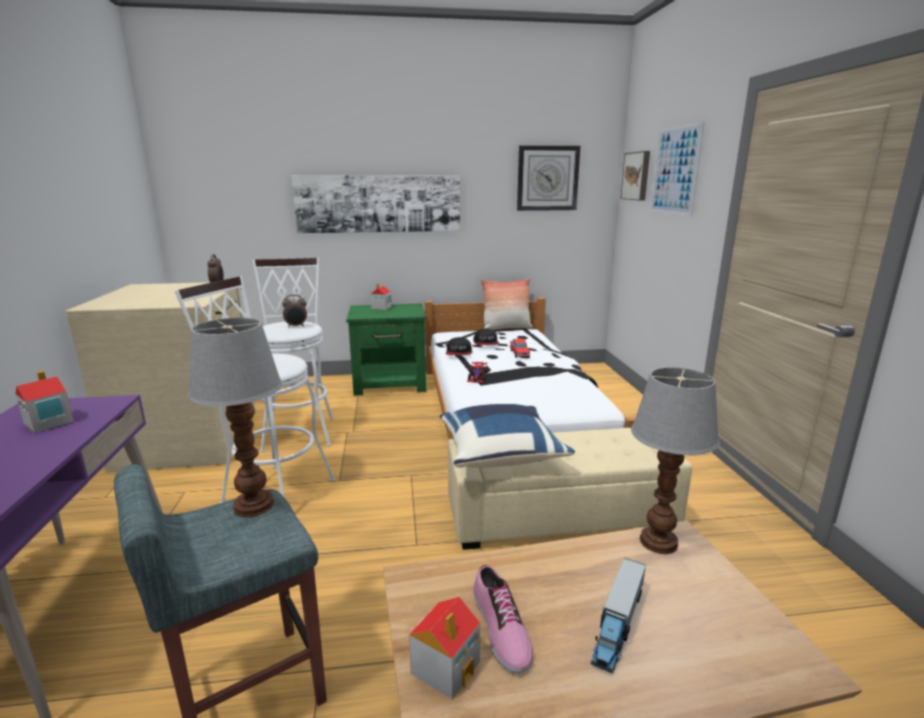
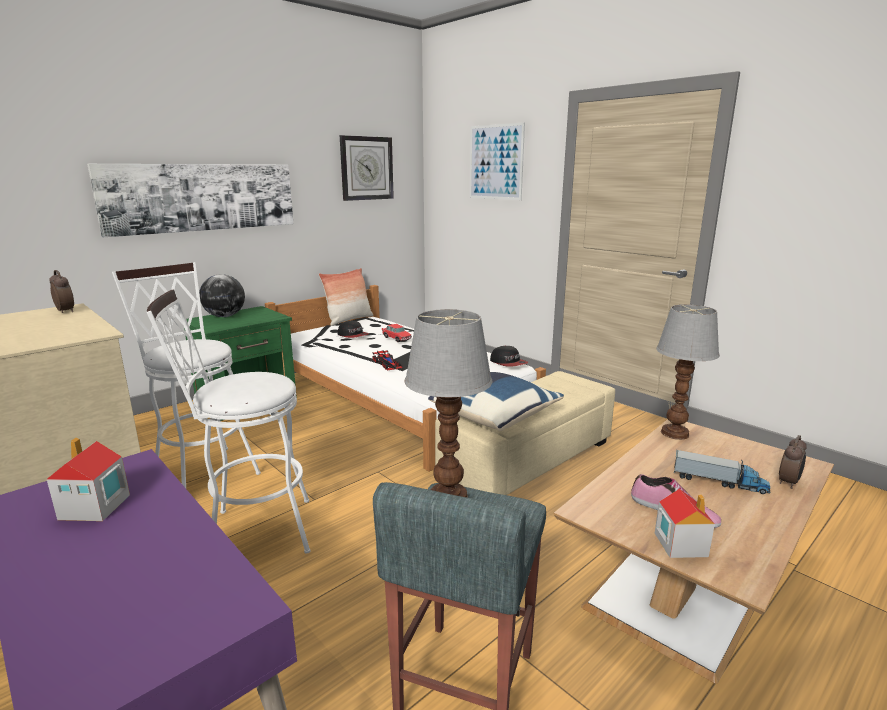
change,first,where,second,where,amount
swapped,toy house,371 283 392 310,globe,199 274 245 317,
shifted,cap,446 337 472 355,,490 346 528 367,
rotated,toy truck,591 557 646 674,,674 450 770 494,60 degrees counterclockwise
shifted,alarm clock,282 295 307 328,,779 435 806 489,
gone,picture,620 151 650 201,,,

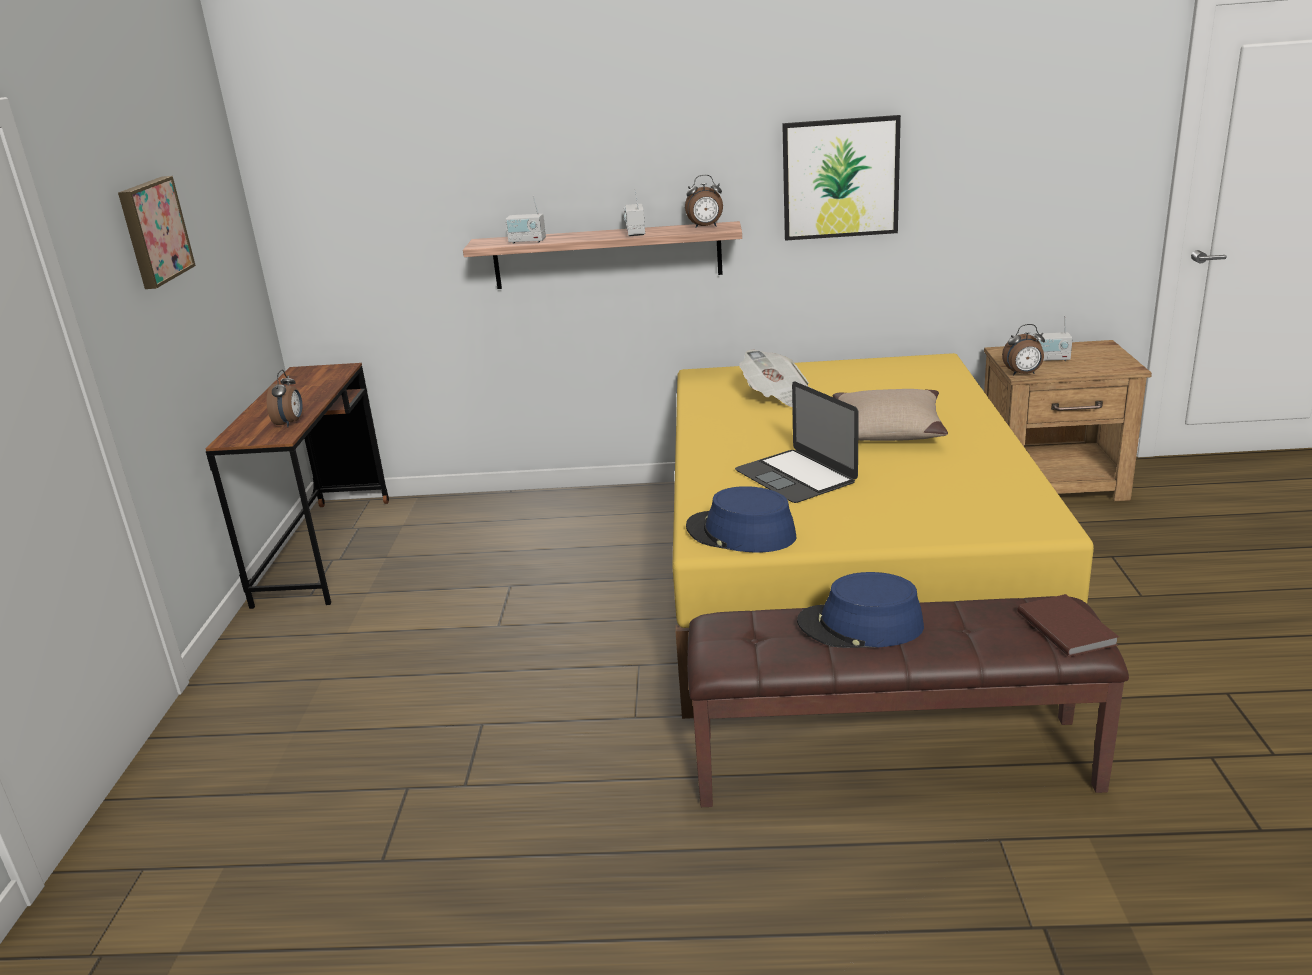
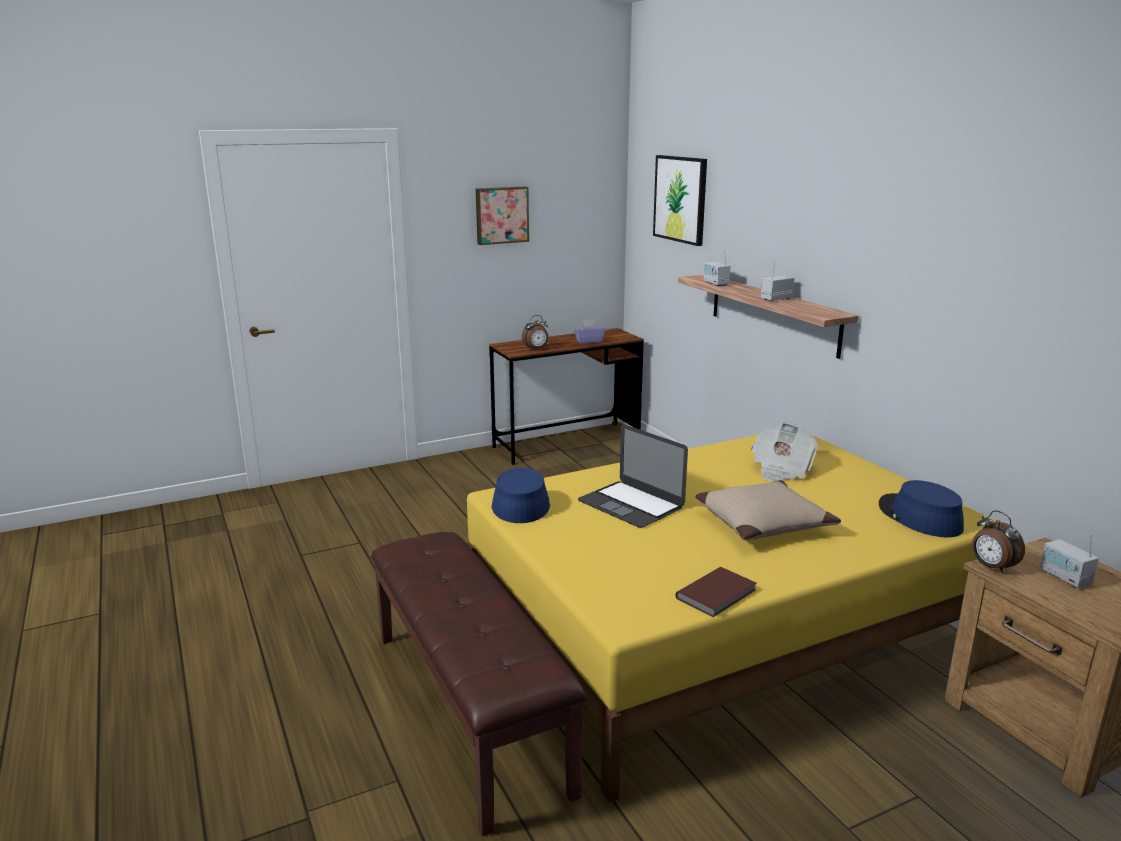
change,first,where,second,where,amount
new,,,purple tissue box,574 319 605 344,
rotated,laptop,735 382 859 503,,578 424 688 528,75 degrees counterclockwise
shifted,picture,782 115 901 241,,653 155 707 246,
shifted,brown book,1018 594 1119 657,,676 567 756 617,
shifted,blue hat,797 572 924 648,,879 480 964 537,
gone,alarm clock,685 175 723 228,,,

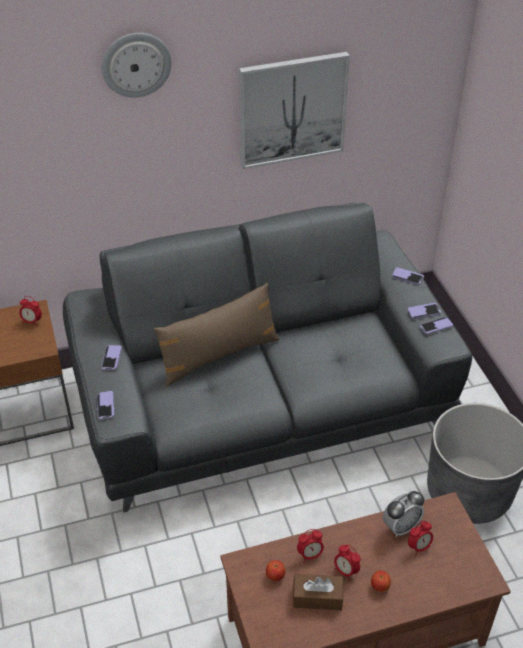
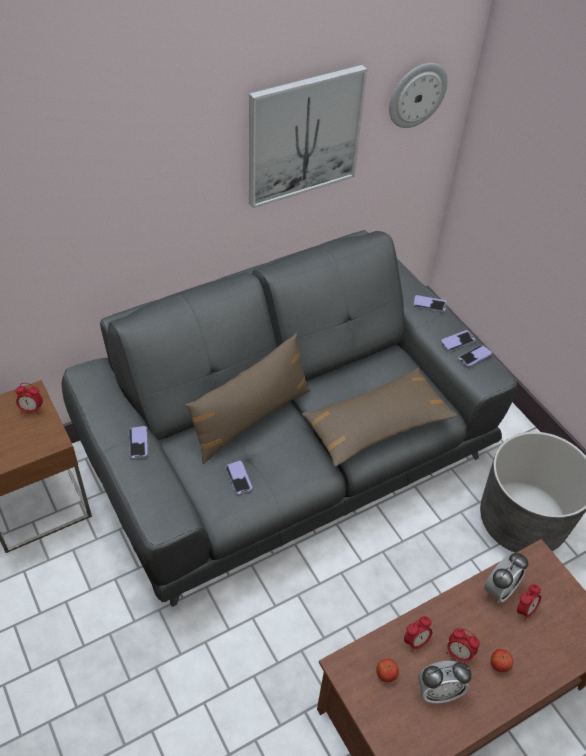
change,first,where,second,where,amount
shifted,phone,97 391 115 420,,225 461 252 495,
new,,,brown pillow,302 368 458 467,
shifted,wall clock,101 33 172 98,,389 63 448 128,
swapped,brown tissue box,293 574 343 610,alarm clock,418 661 472 703,

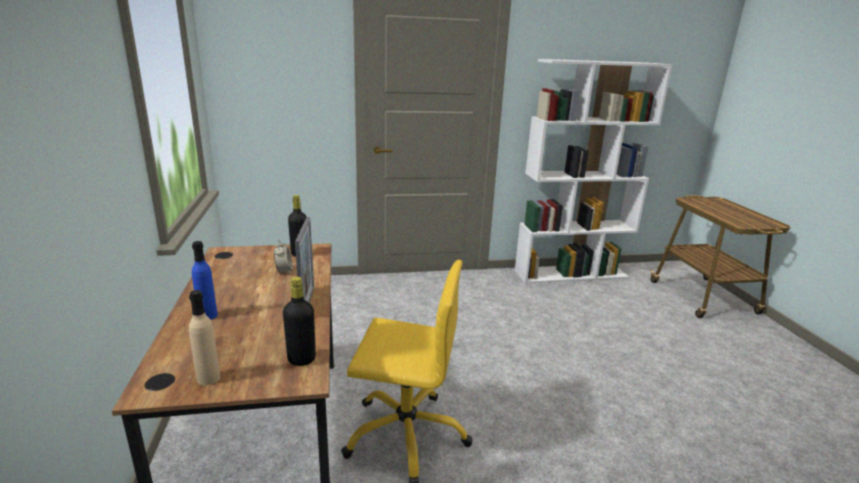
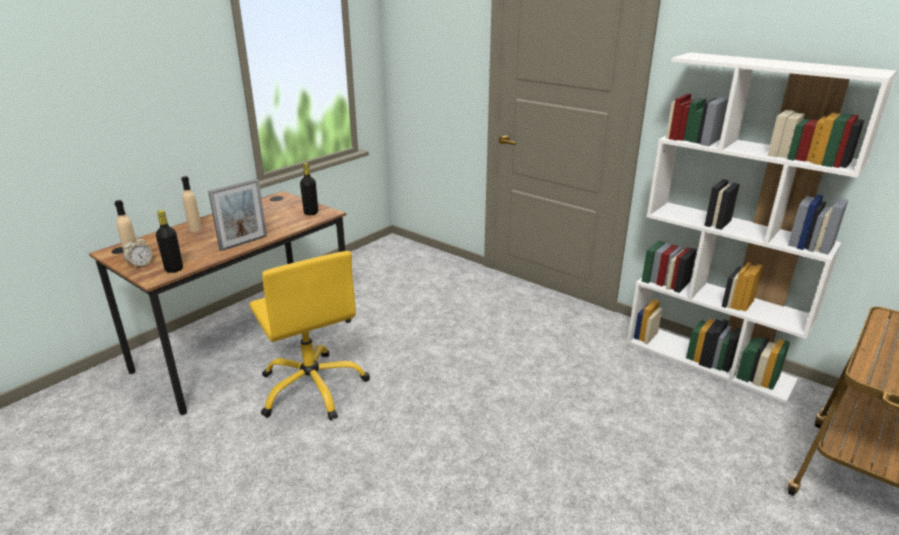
change,first,where,second,where,amount
shifted,alarm clock,274 240 293 275,,123 235 152 268,
repainted,blue bottle,192 241 218 320,beige bottle,181 176 202 232,

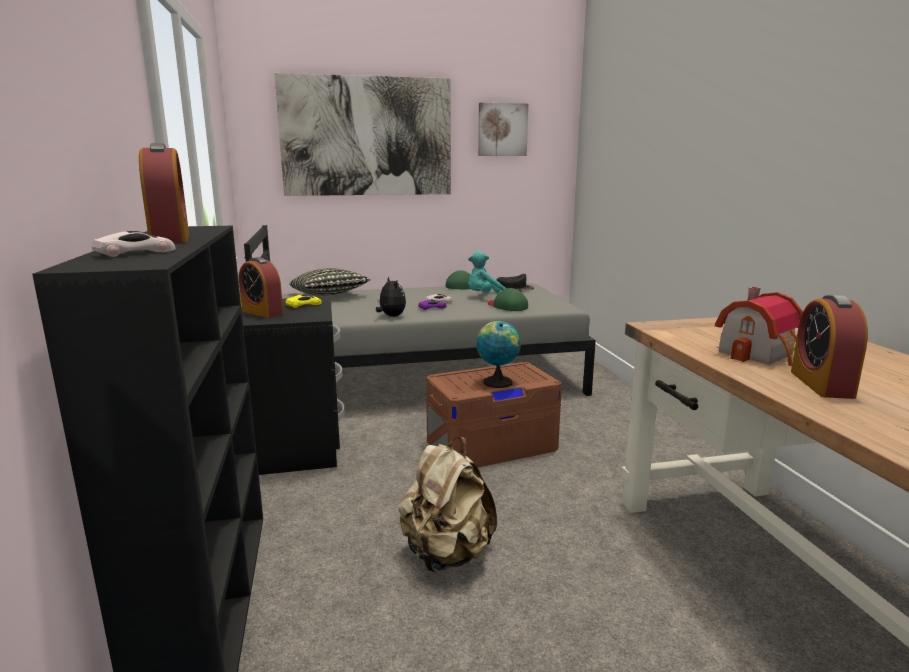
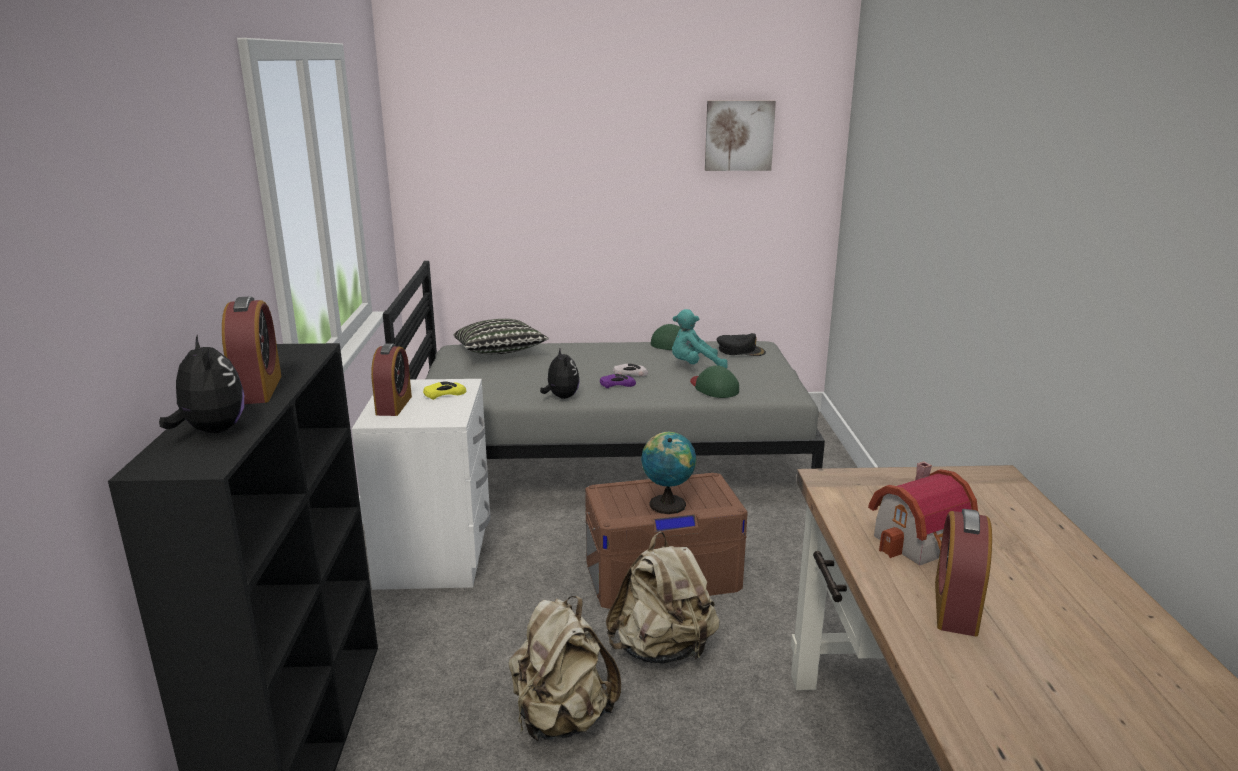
change,first,where,second,where,amount
swapped,white toy car,92 231 176 257,plush toy,159 334 244 433,
repainted,black nightstand,241 297 345 475,white nightstand,352 379 491 590,
rotated,alarm clock,239 257 283 318,,371 344 412 416,135 degrees counterclockwise
new,,,beige backpack,606 532 720 664,
gone,picture,274 73 451 196,,,

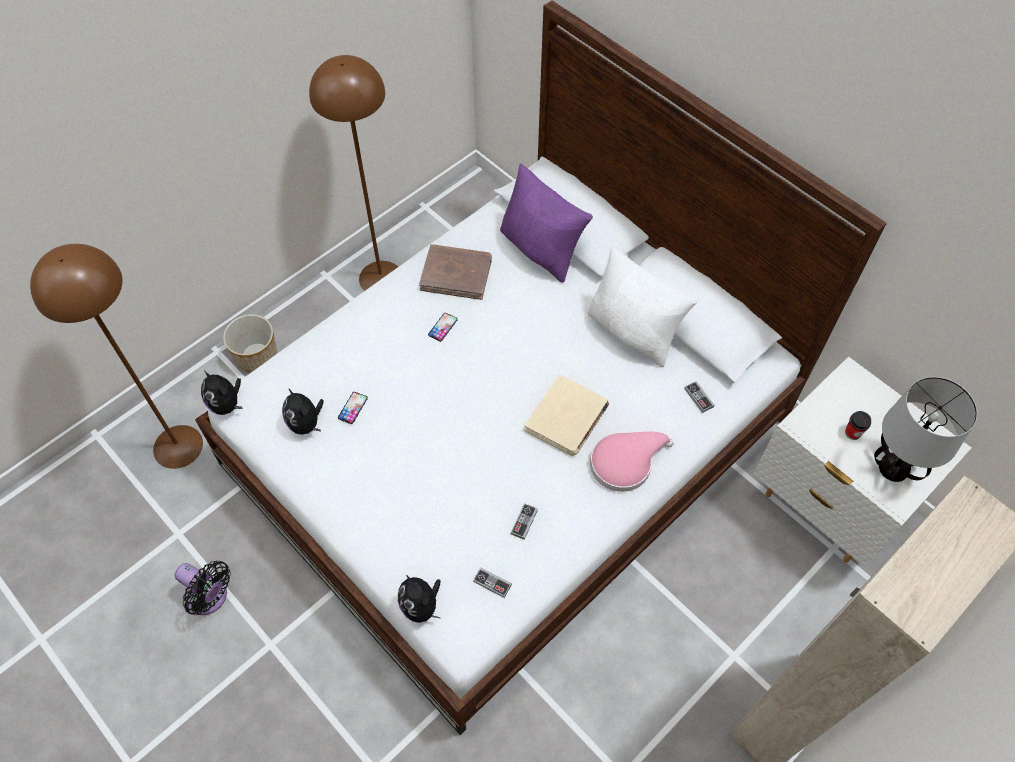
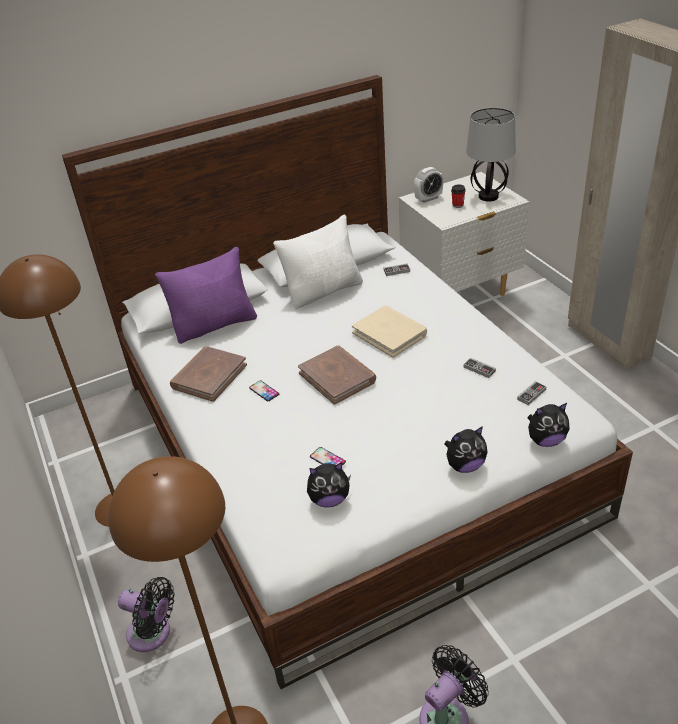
change,first,where,second,where,amount
swapped,planter,223 314 277 372,black fan,118 577 174 652,
new,,,brown book,298 345 376 405,
new,,,alarm clock,414 167 443 203,
shifted,plush toy,201 371 243 415,,444 426 488 473,
gone,pink hat,590 432 674 492,,,

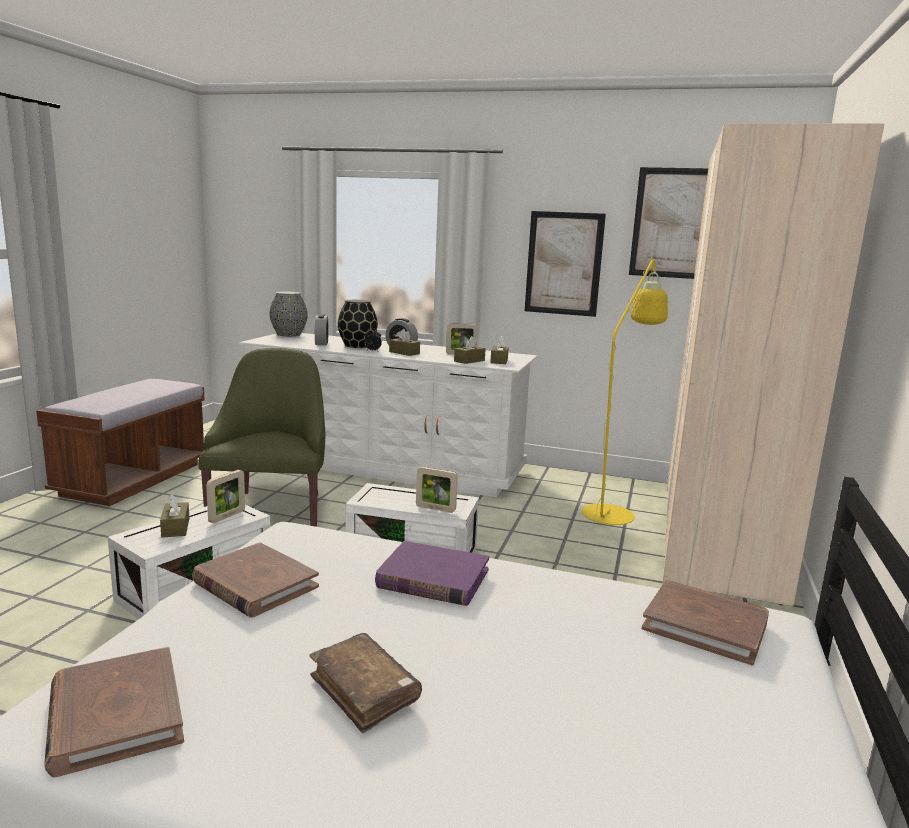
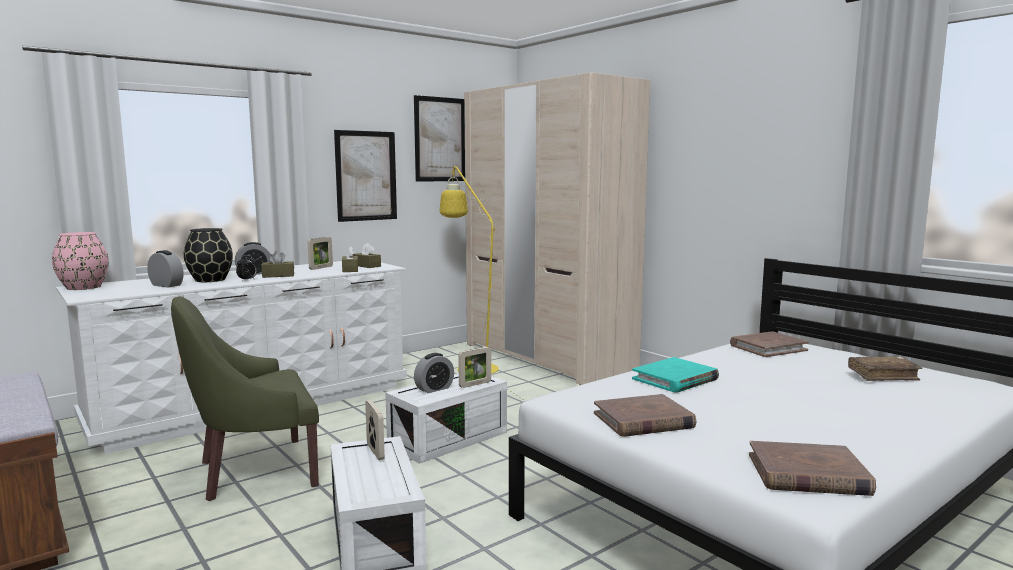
change,first,where,second,where,amount
repainted,grey vase,270 292 308 337,pink vase,52 232 109 290,
rotated,green armchair,199 348 326 527,,171 296 319 501,60 degrees counterclockwise
new,,,alarm clock,414 353 454 393,
repainted,purple book,375 541 489 606,turquoise book,632 357 719 393,
shifted,brown book,309 633 422 733,,848 356 923 381,
gone,brown tissue box,160 494 189 537,,,

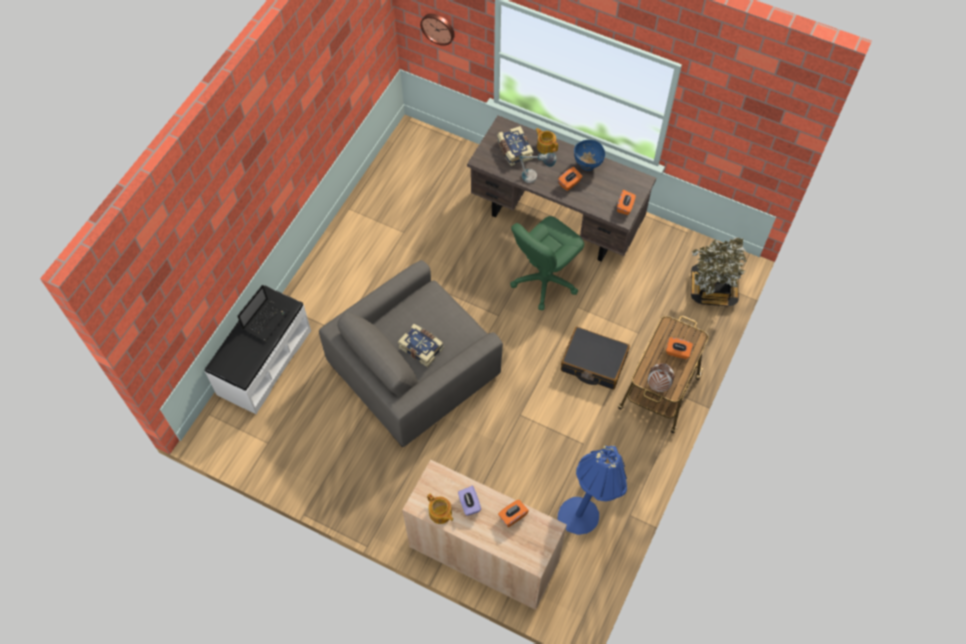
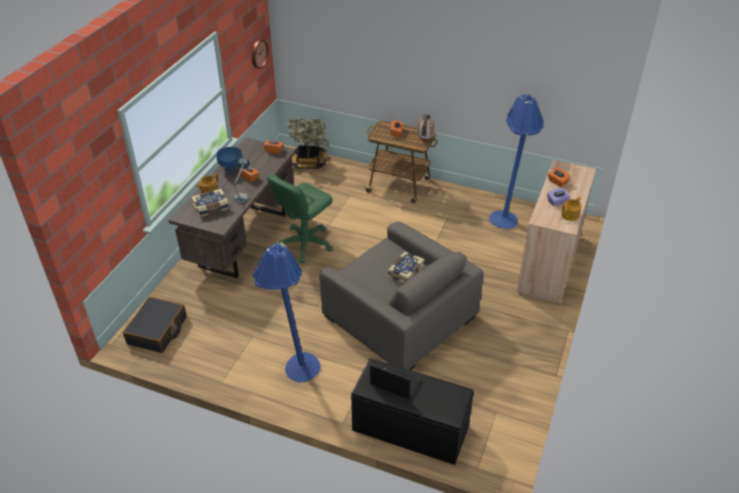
change,first,where,second,where,amount
shifted,black suitcase,561 326 630 390,,123 297 187 353,
shifted,wall clock,420 14 455 46,,252 39 268 69,
new,,,blue floor lamp,253 242 321 382,
rotated,green office chair,510 216 584 310,,267 174 333 263,90 degrees clockwise
repainted,white bench,205 285 311 414,black bench,351 358 474 465,

